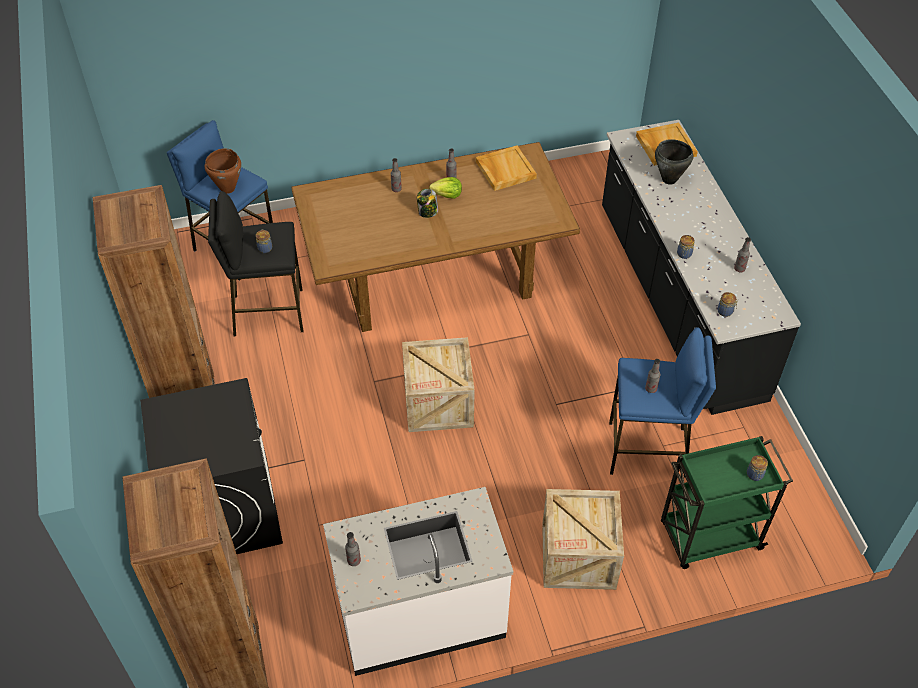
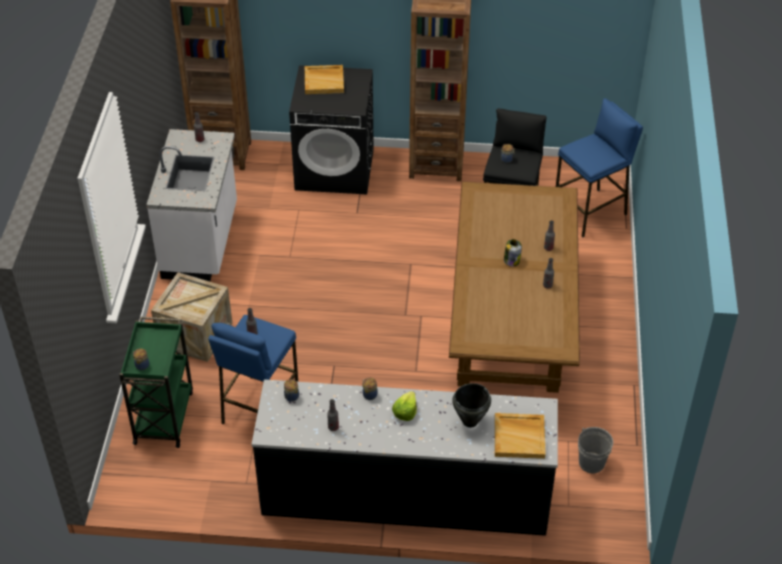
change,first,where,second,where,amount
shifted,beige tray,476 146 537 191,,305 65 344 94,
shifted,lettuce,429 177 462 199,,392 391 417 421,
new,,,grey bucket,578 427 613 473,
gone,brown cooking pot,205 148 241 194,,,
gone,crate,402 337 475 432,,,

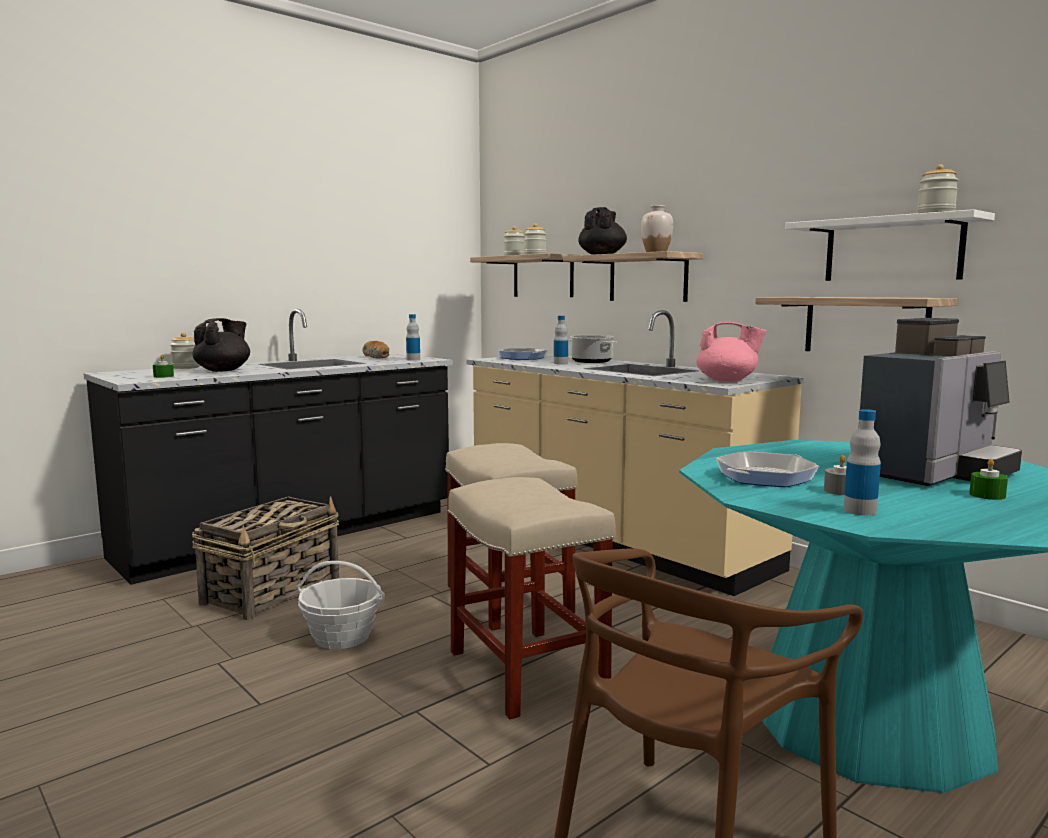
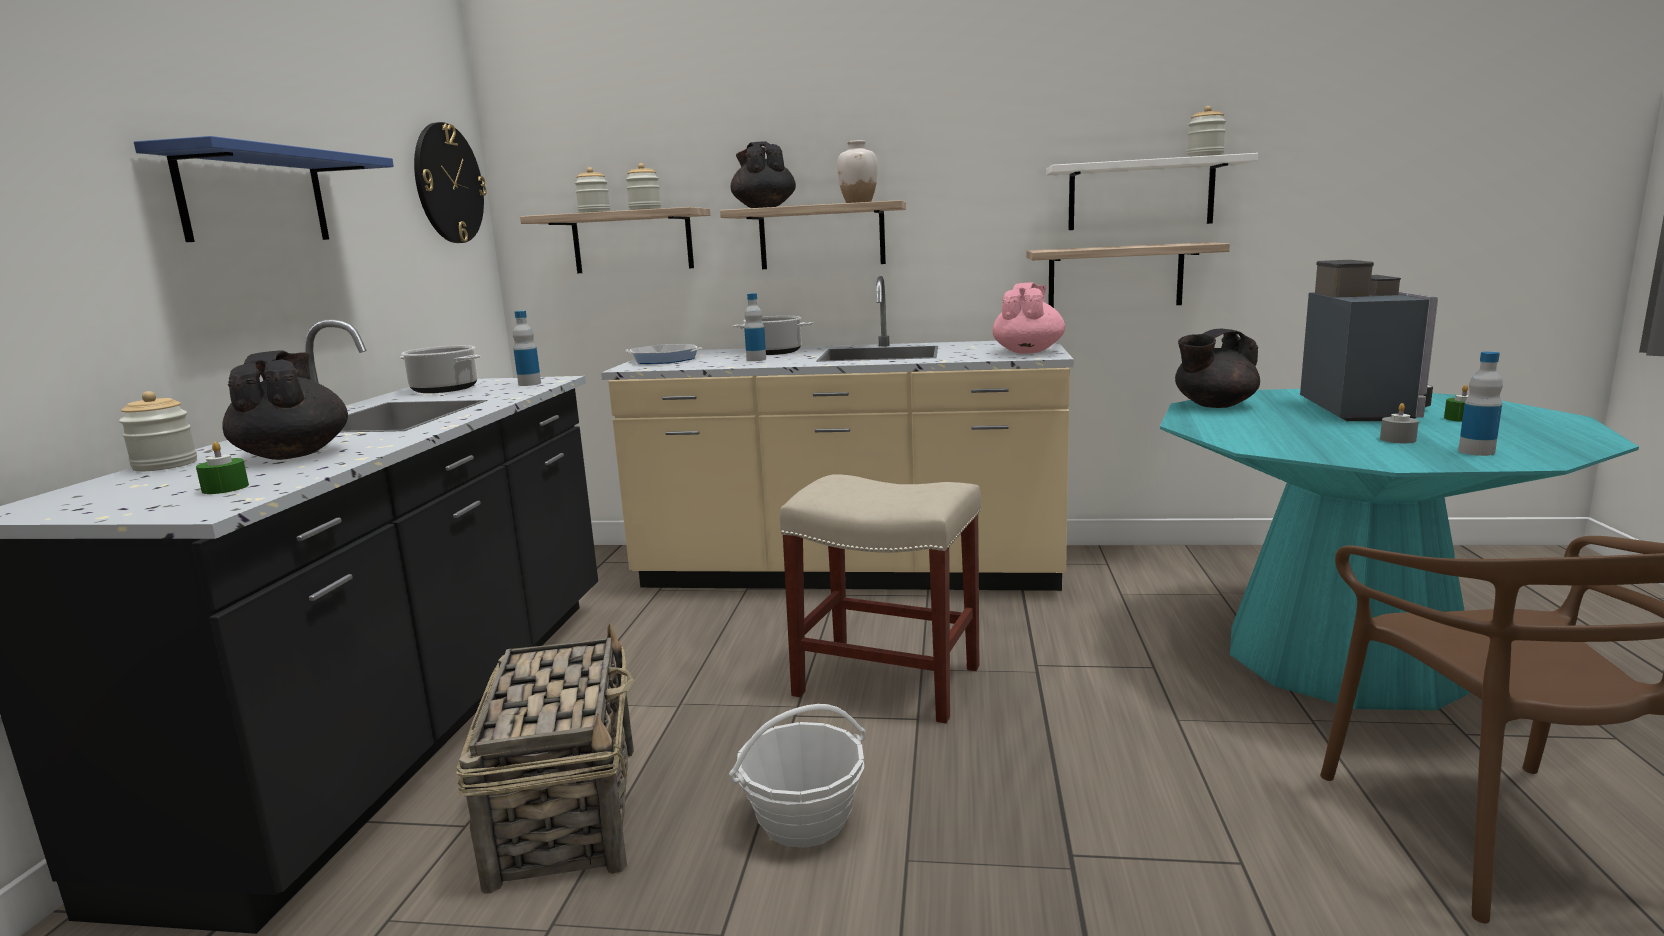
change,first,where,second,where,amount
new,,,blue shelf,134 136 394 242,
swapped,bread,363 341 389 358,cooking pot,400 345 480 393,
new,,,wall clock,414 122 487 243,
rotated,pink teapot,696 322 767 382,,993 282 1065 354,45 degrees counterclockwise
new,,,black teapot,1175 329 1260 408,
gone,beige stool,448 477 615 719,,,
gone,frying pan,716 451 819 487,,,

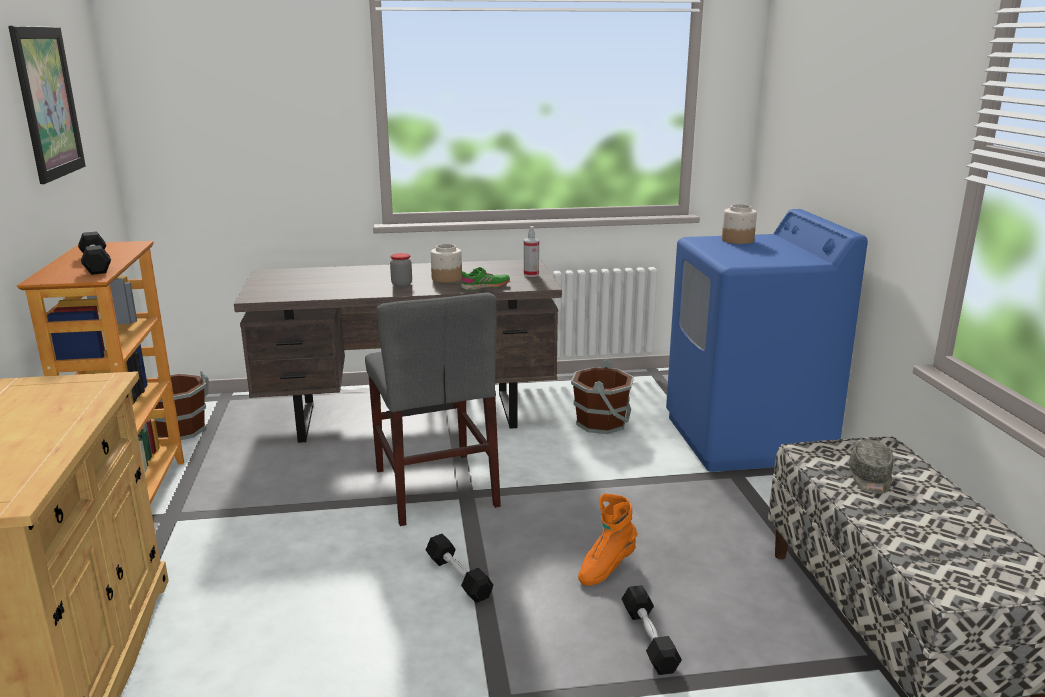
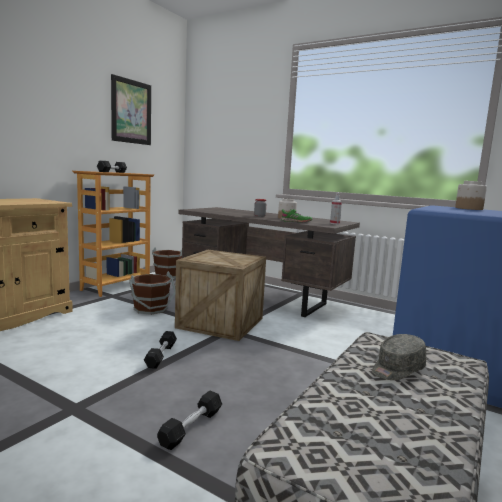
change,first,where,second,where,amount
shifted,brown bucket,571 360 634 434,,129 271 176 315,
swapped,grey chair,365 293 501 526,crate,175 250 266 341,
gone,orange boot,578 494 637 586,,,

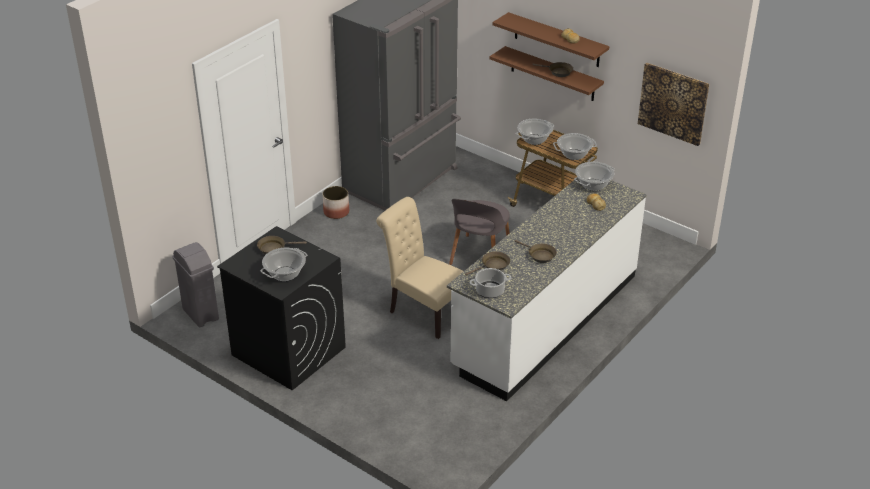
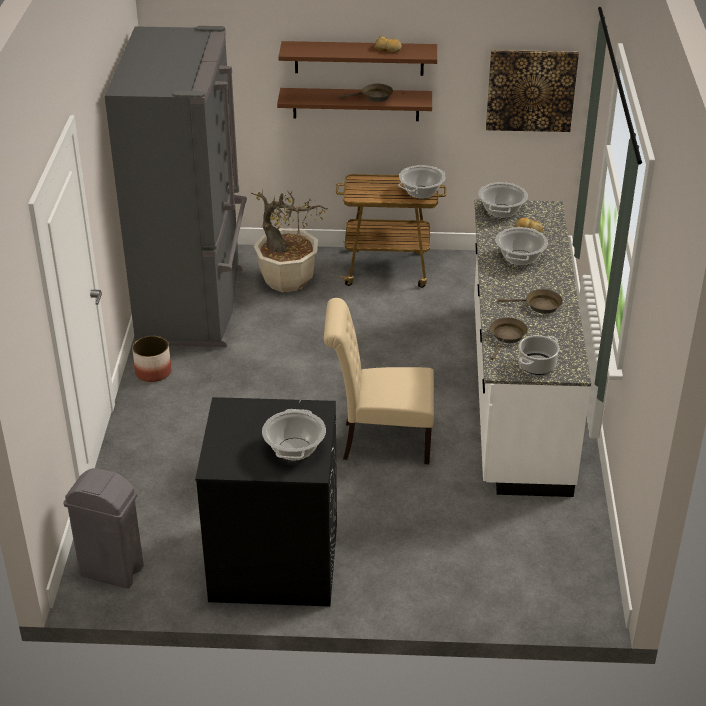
change,first,where,second,where,amount
new,,,potted plant,252 189 328 293,
shifted,cooking pot,516 118 554 145,,496 227 548 266,
gone,brown frying pan,257 236 307 254,,,
gone,grey chair,449 199 510 265,,,

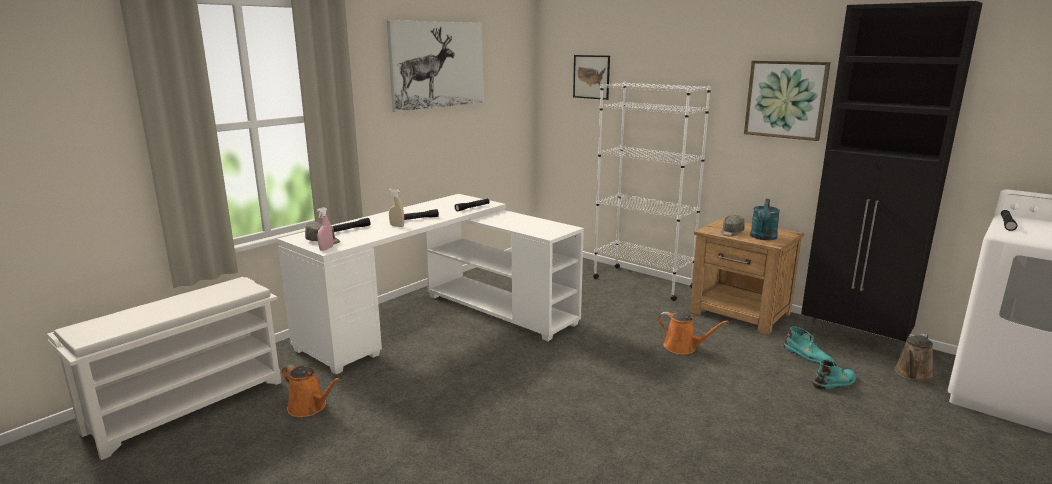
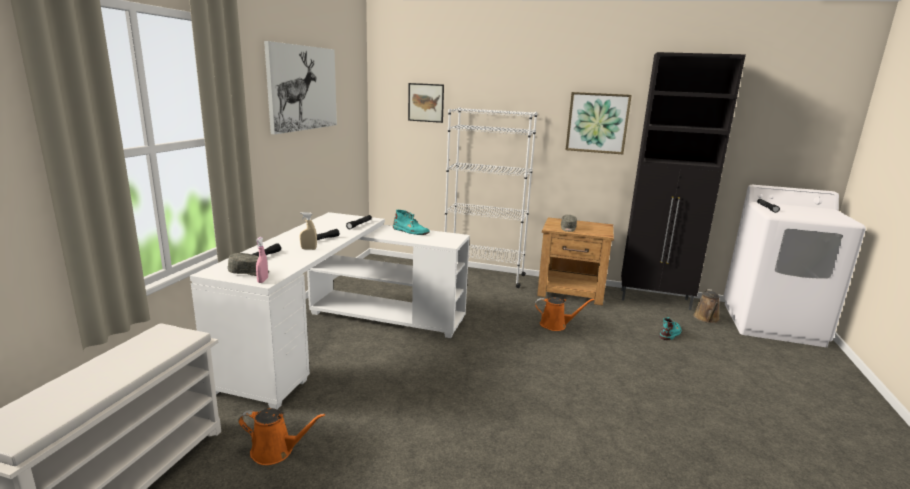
change,first,where,second,where,amount
shifted,turquoise boot,784 326 833 364,,393 210 430 235,
gone,turquoise watering can,750 199 780 240,,,

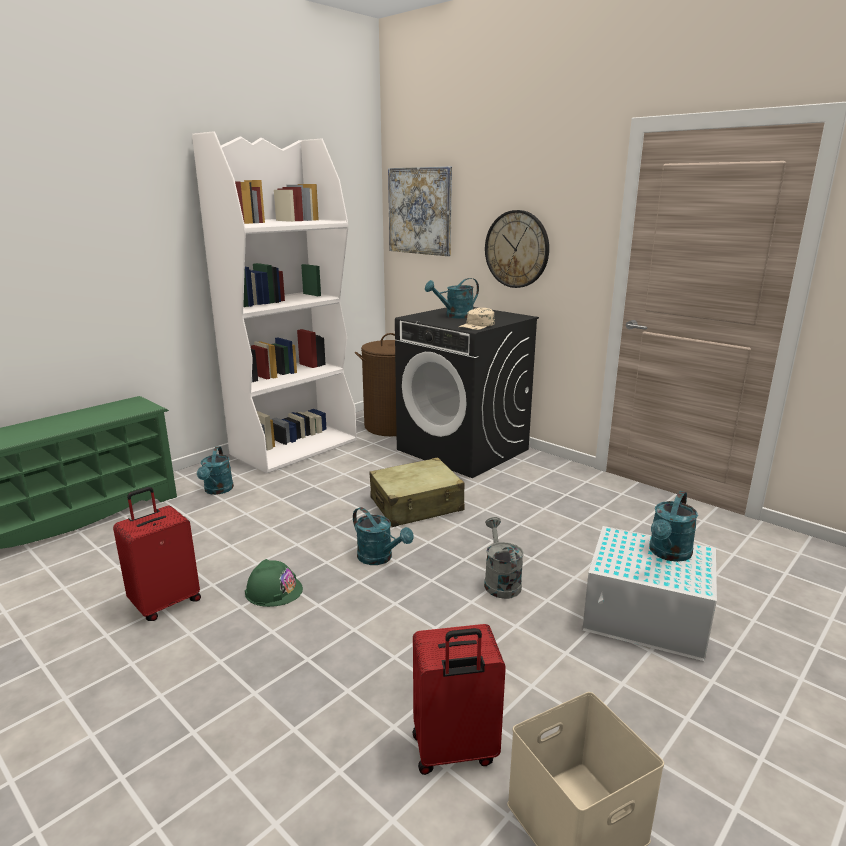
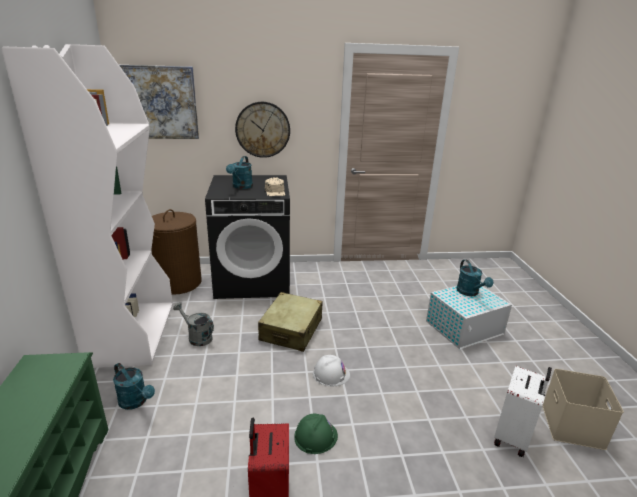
change,first,where,second,where,amount
shifted,grey watering can,484 517 524 599,,173 302 214 346,
swapped,turquoise watering can,353 507 414 565,white hard hat,313 355 350 386,
repainted,red suitcase,412 624 506 775,white suitcase,494 366 552 457,

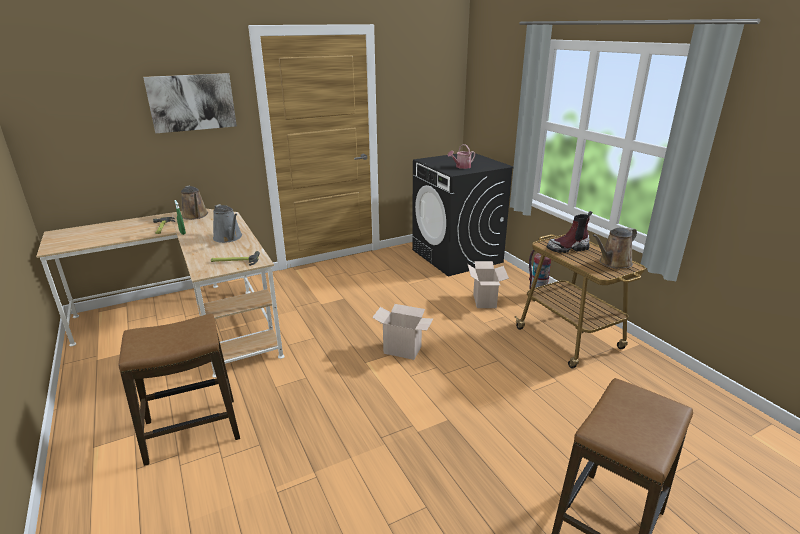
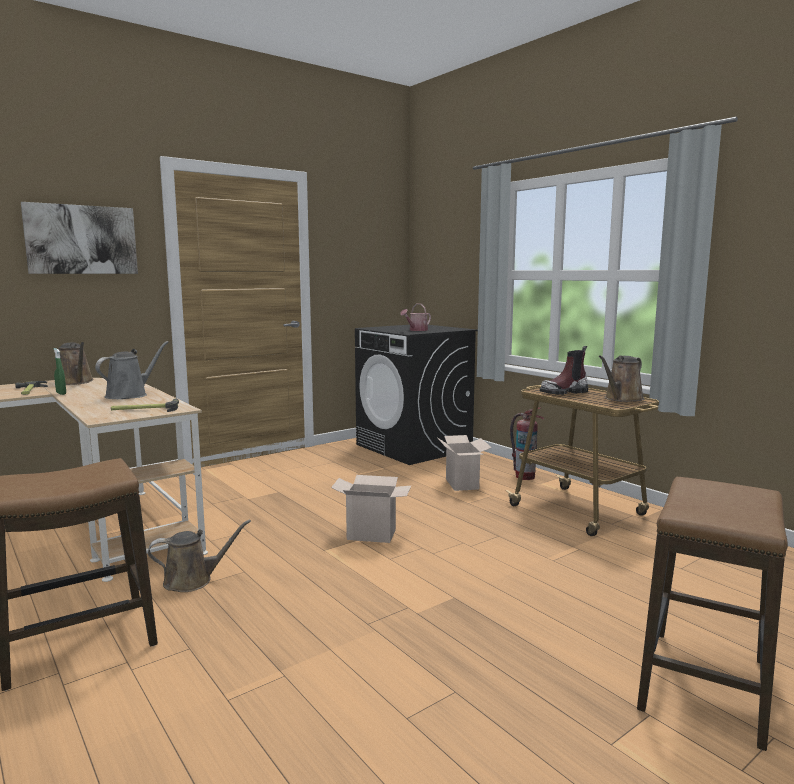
change,first,where,second,where,amount
rotated,grey watering can,213 204 242 243,,95 341 169 399,105 degrees counterclockwise
new,,,brown watering can,148 520 251 592,

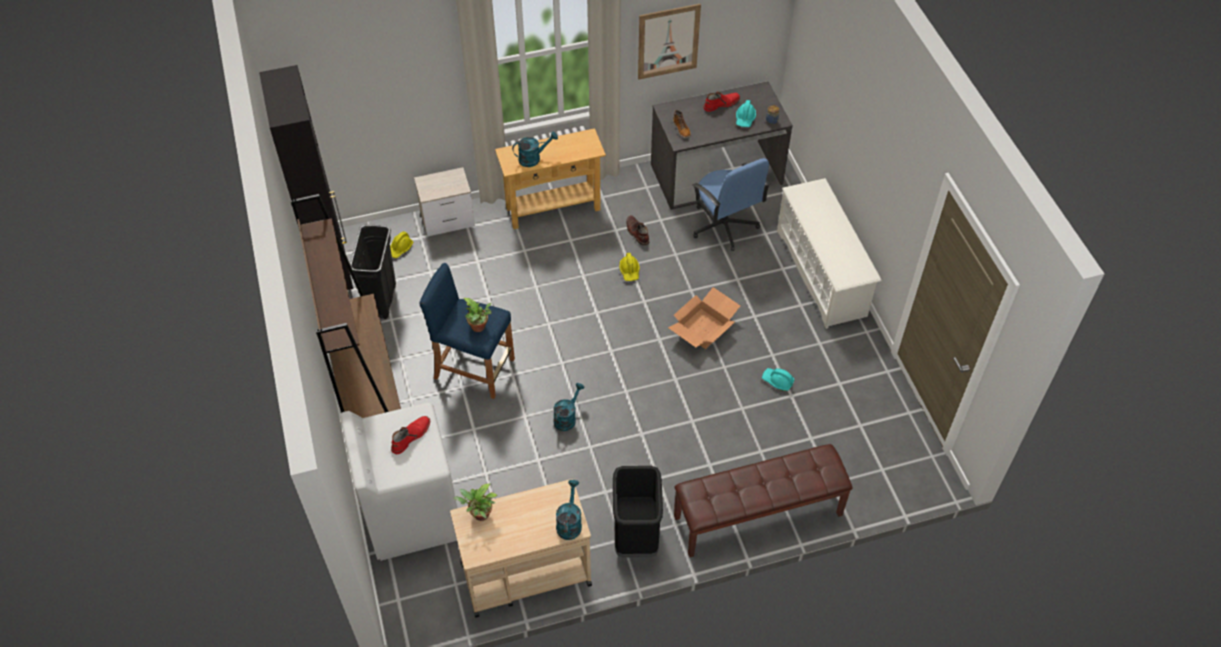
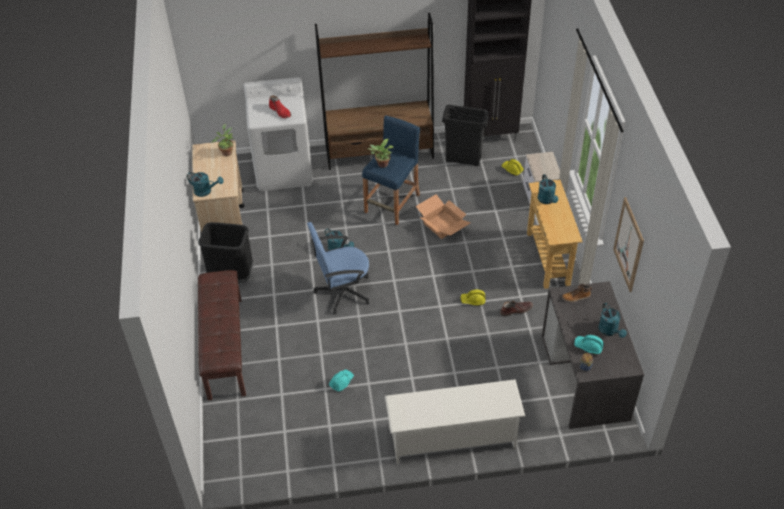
change,first,where,second,where,amount
shifted,blue office chair,693 158 770 251,,307 222 370 314,
shifted,cardboard box,668 287 740 349,,416 194 470 239,
swapped,red boot,703 92 740 112,turquoise watering can,599 303 627 338,

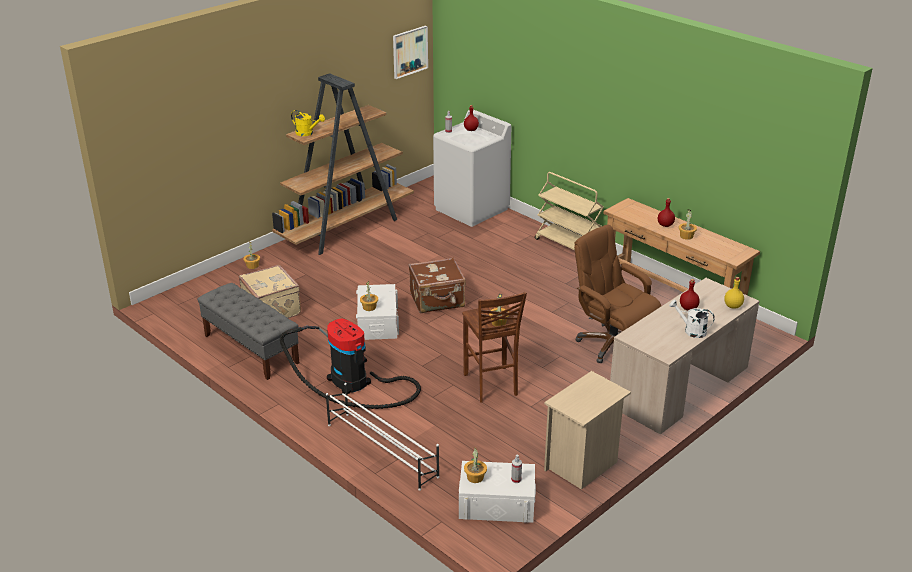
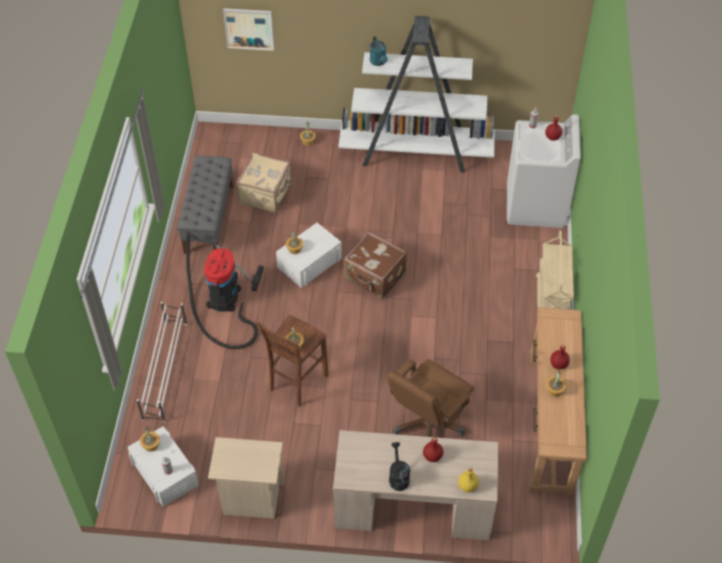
change,first,where,second,where,amount
shifted,picture,393 26 428 79,,223 8 274 51,
repainted,brown bookcase,272 73 414 255,white bookcase,338 16 495 173,
repainted,yellow watering can,291 110 325 136,turquoise watering can,370 36 388 66,
rotated,brown office chair,574 225 661 363,,388 359 474 437,150 degrees counterclockwise
repainted,white watering can,669 300 715 338,black watering can,389 442 410 491,

